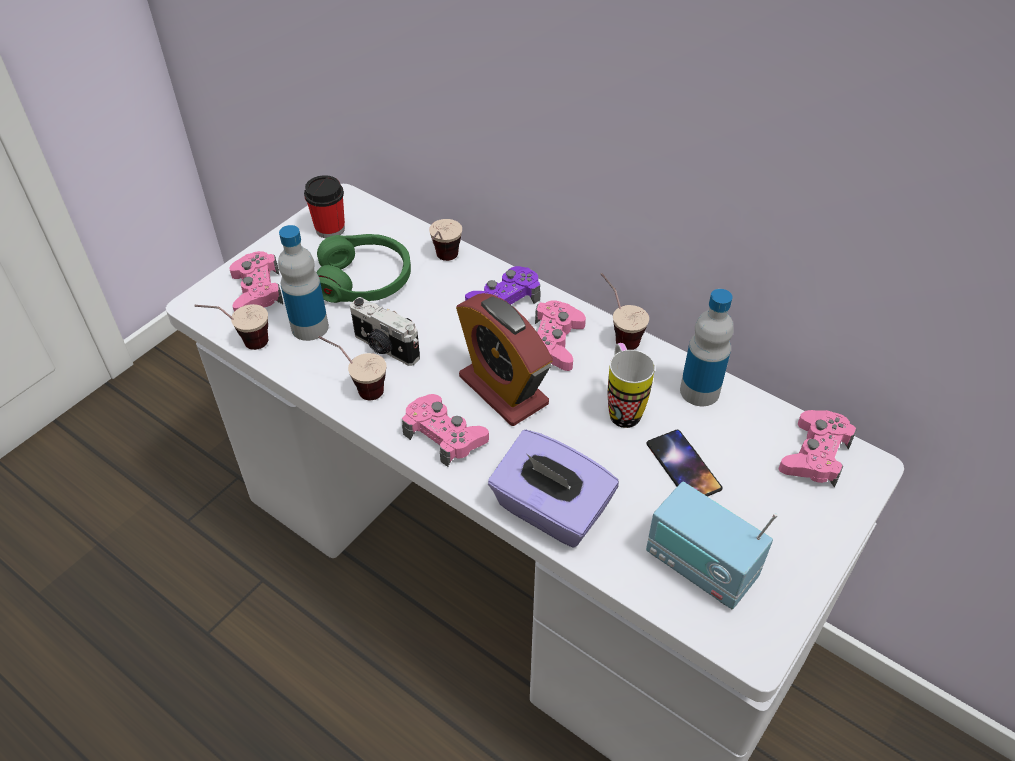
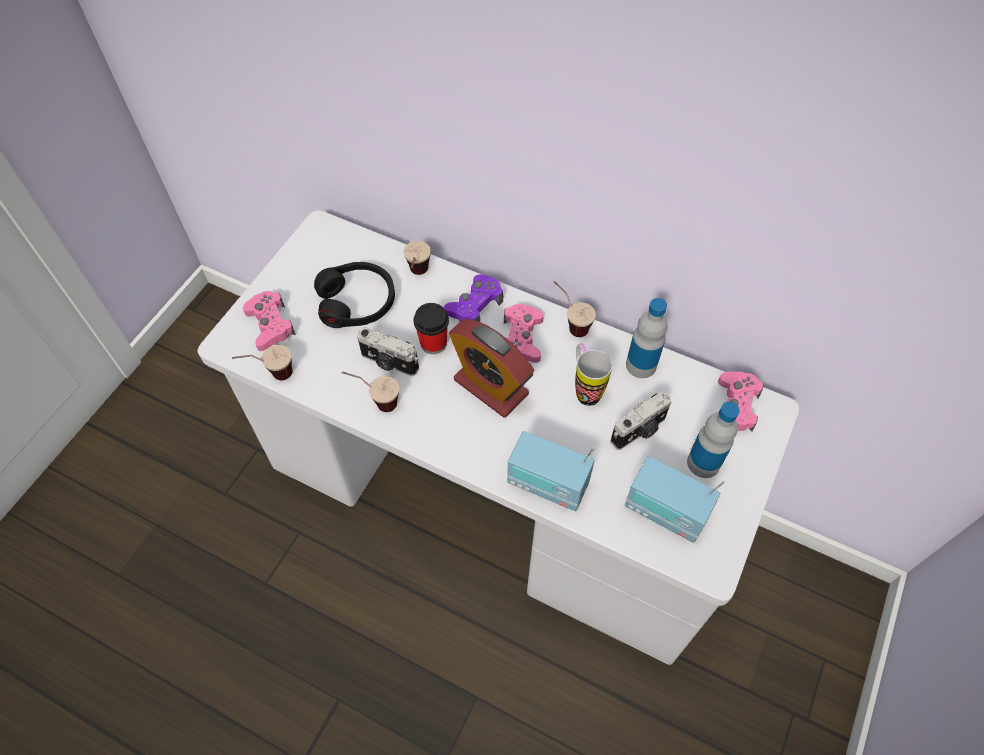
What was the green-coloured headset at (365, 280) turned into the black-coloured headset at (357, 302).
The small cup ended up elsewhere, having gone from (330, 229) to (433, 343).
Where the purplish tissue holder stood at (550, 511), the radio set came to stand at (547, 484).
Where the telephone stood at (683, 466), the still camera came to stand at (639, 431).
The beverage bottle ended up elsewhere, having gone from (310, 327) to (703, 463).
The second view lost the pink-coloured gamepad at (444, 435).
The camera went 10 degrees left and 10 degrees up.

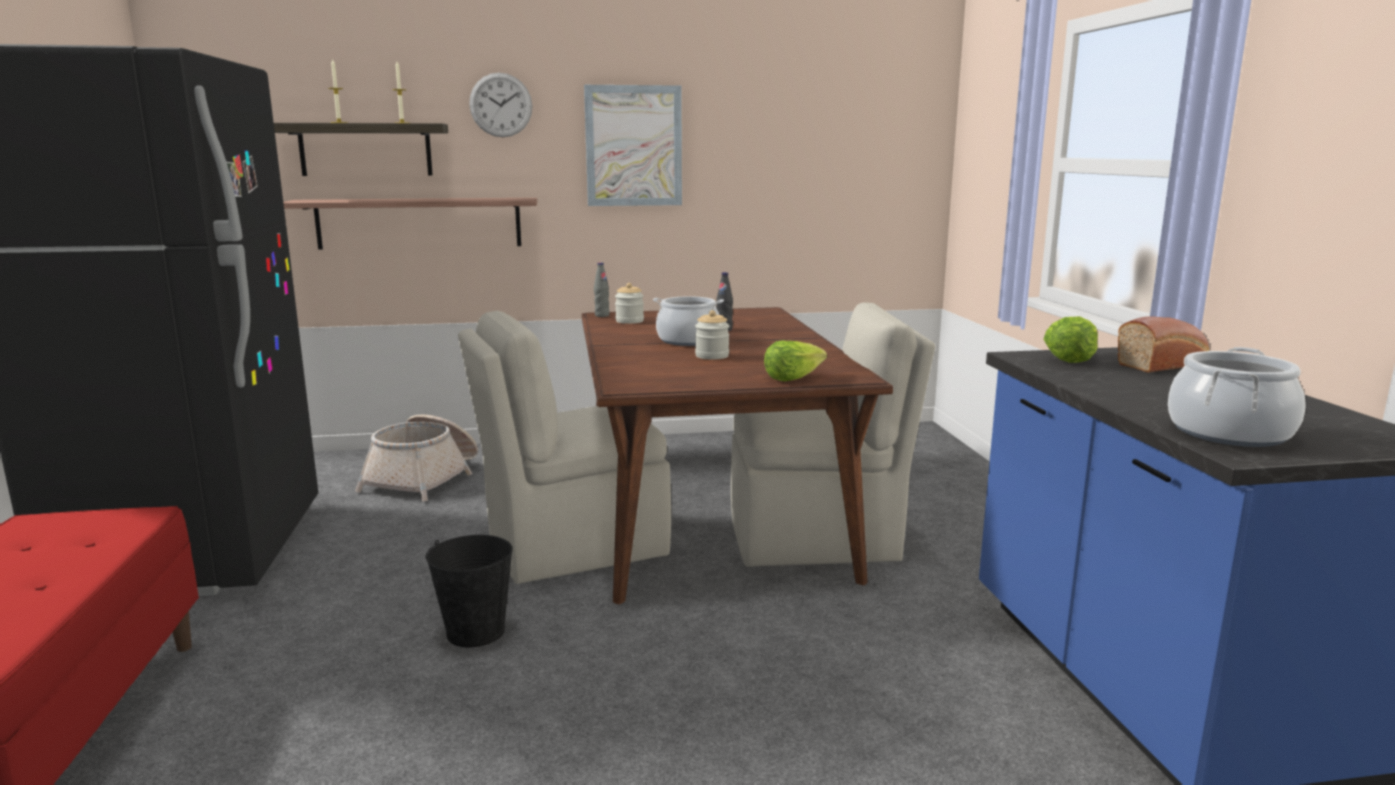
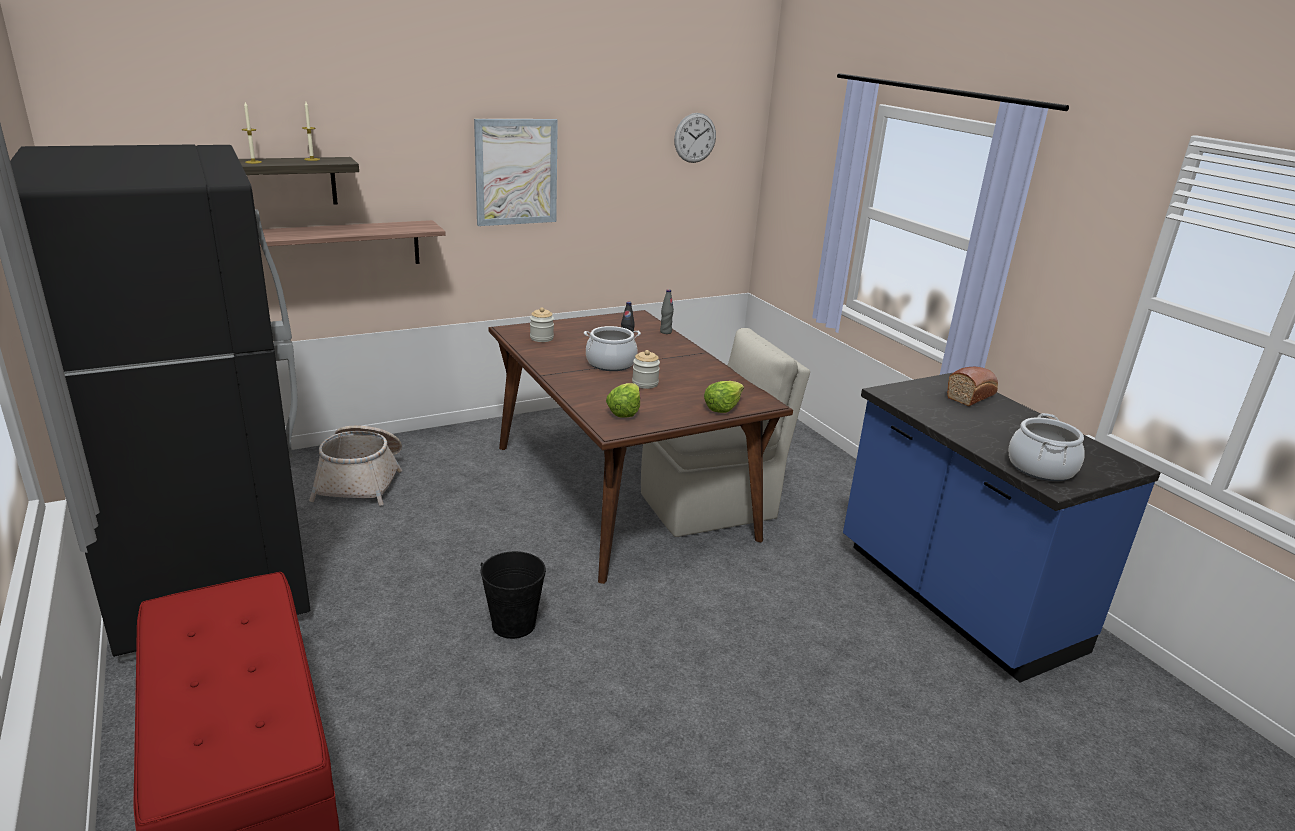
The head of lettuce ended up elsewhere, having gone from (1071, 358) to (624, 411).
The gray beverage bottle ended up elsewhere, having gone from (602, 315) to (665, 332).
The wall clock ended up elsewhere, having gone from (501, 105) to (695, 138).
The second view lost the beige upright chair at (572, 547).
The camera went 20 degrees left and 10 degrees up.

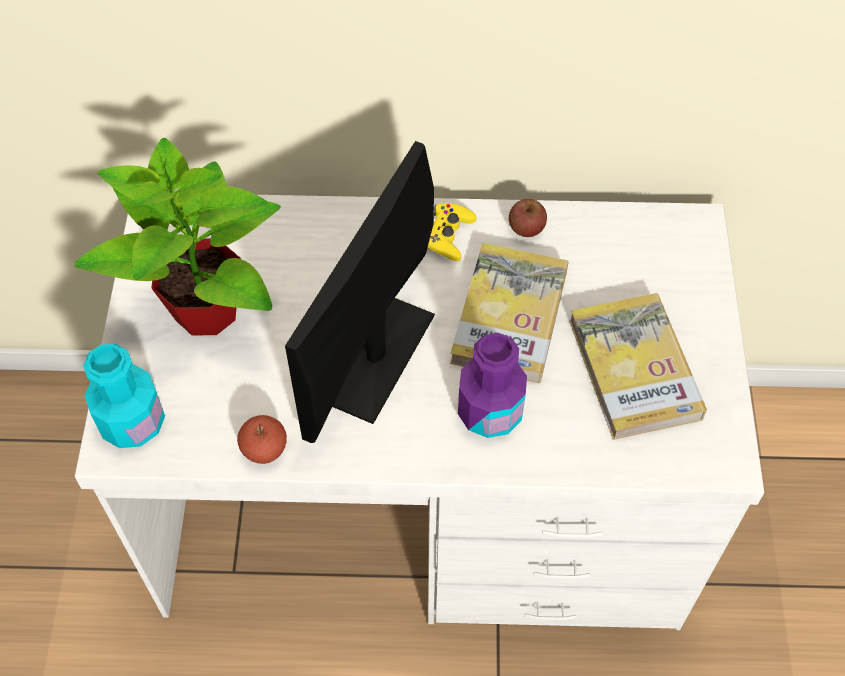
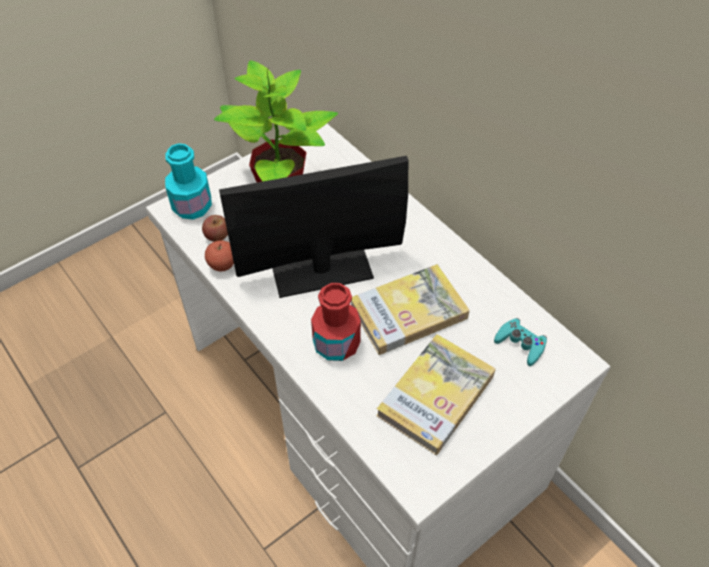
The whole apple ended up elsewhere, having gone from (526, 228) to (217, 236).
What was the purplish beverage bottle at (490, 412) turned into the reddish beverage bottle at (336, 344).
The second view gained the blue-green gamepad at (520, 344).
The second view lost the yellow-coloured gamepad at (448, 235).
The camera went 50 degrees right and 5 degrees down.

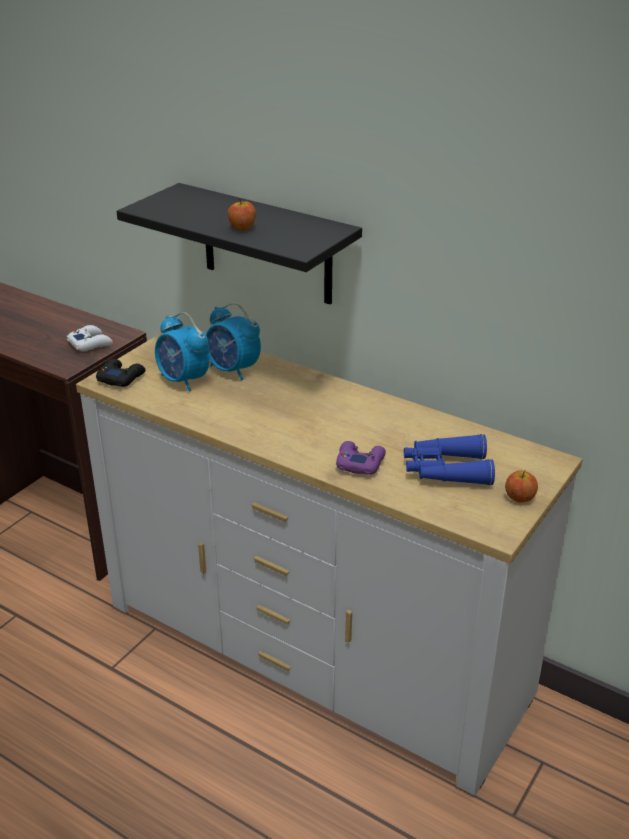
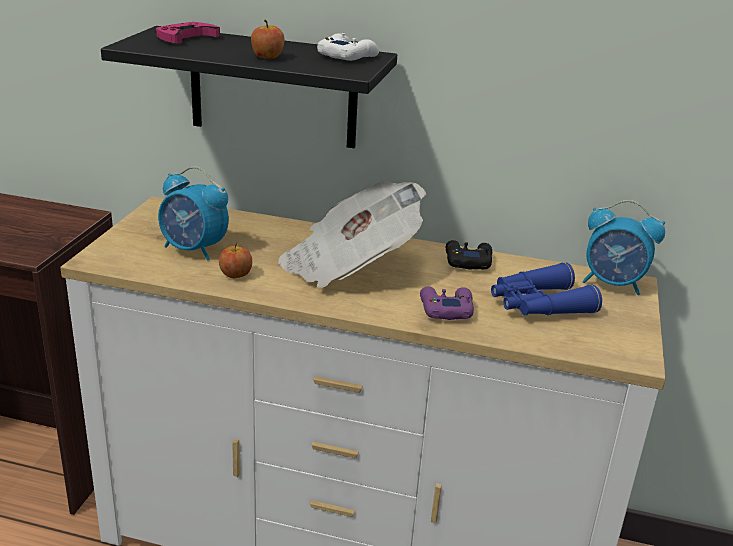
The second view gained the pink-coloured gamepad at (186, 38).
The whole apple ended up elsewhere, having gone from (519, 498) to (235, 275).
The second view gained the newspaper at (349, 265).
The white-coloured gamepad ended up elsewhere, having gone from (90, 343) to (347, 56).
The black-coloured gamepad ended up elsewhere, having gone from (120, 378) to (467, 261).
The bedside clock ended up elsewhere, having gone from (233, 370) to (613, 284).
The camera went 20 degrees left and 5 degrees down.

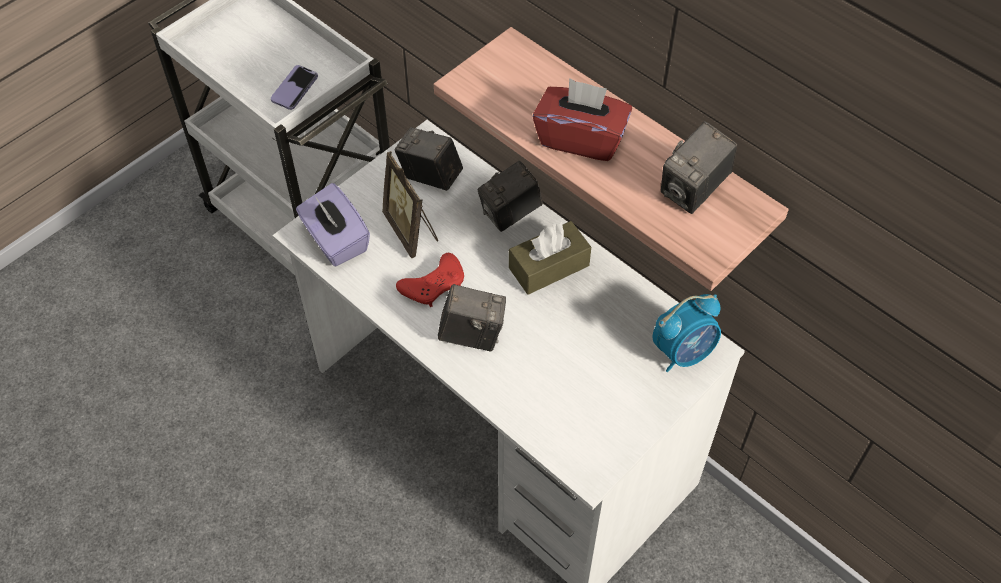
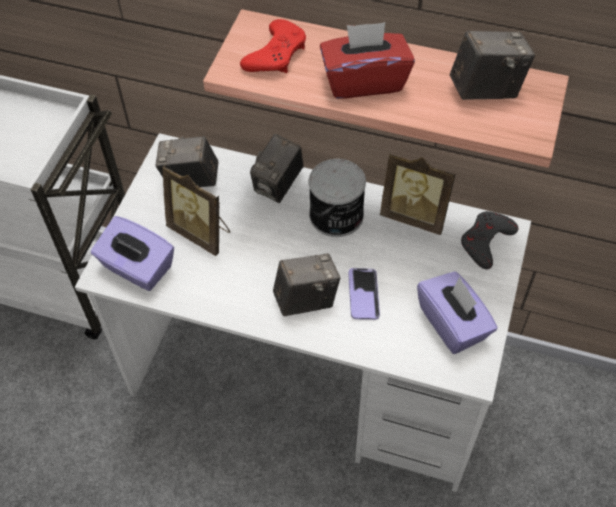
The reddish gamepad ended up elsewhere, having gone from (434, 285) to (276, 54).
Where the brown-coloured tissue holder stood at (549, 266), the can came to stand at (336, 216).
The telephone ended up elsewhere, having gone from (294, 88) to (363, 294).
The second view gained the picture frame at (415, 215).
The second view gained the purplish tissue holder at (453, 324).
The still camera at (693, 191) ended up facing another way, 120 degrees counterclockwise from before.
Where the bedside clock stood at (683, 352), the gray gamepad came to stand at (486, 242).
The camera went 25 degrees left and 0 degrees up.

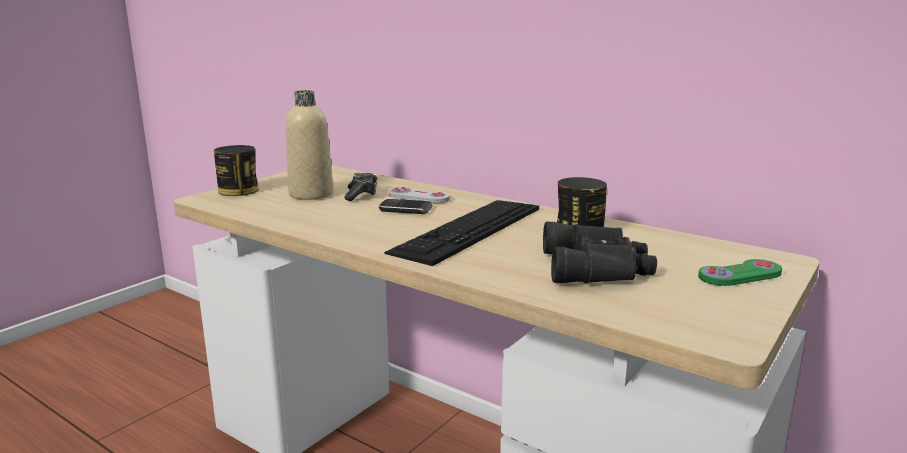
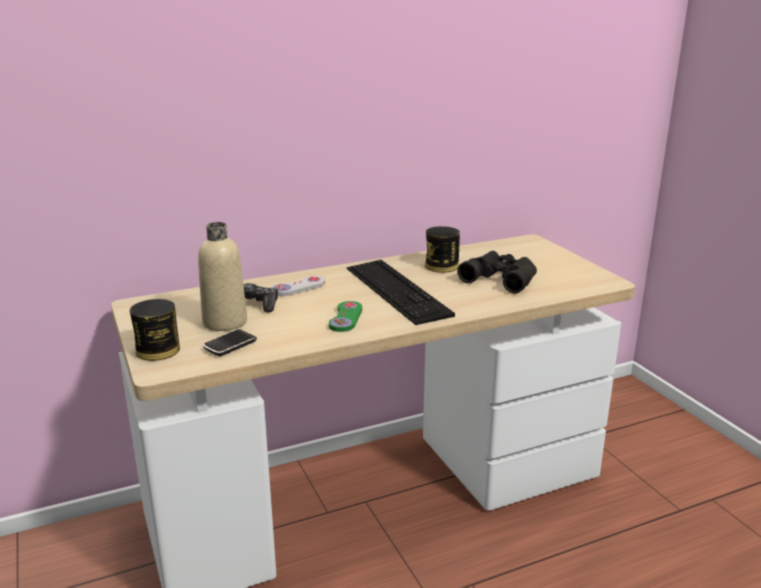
The telephone ended up elsewhere, having gone from (405, 209) to (230, 345).
The green-coloured gamepad ended up elsewhere, having gone from (740, 275) to (346, 318).
The camera went 60 degrees left and 5 degrees up.

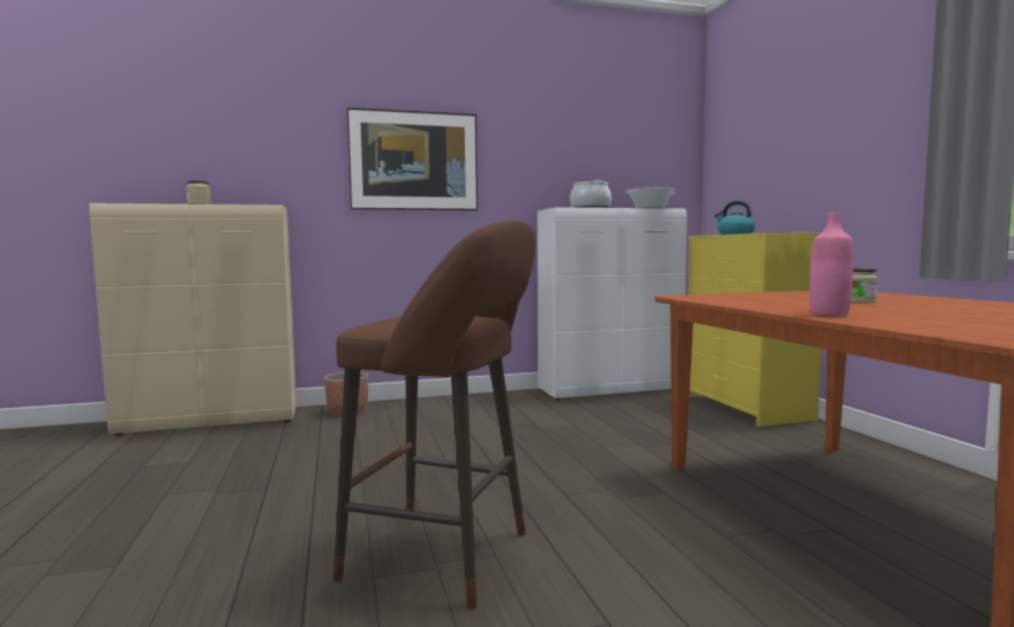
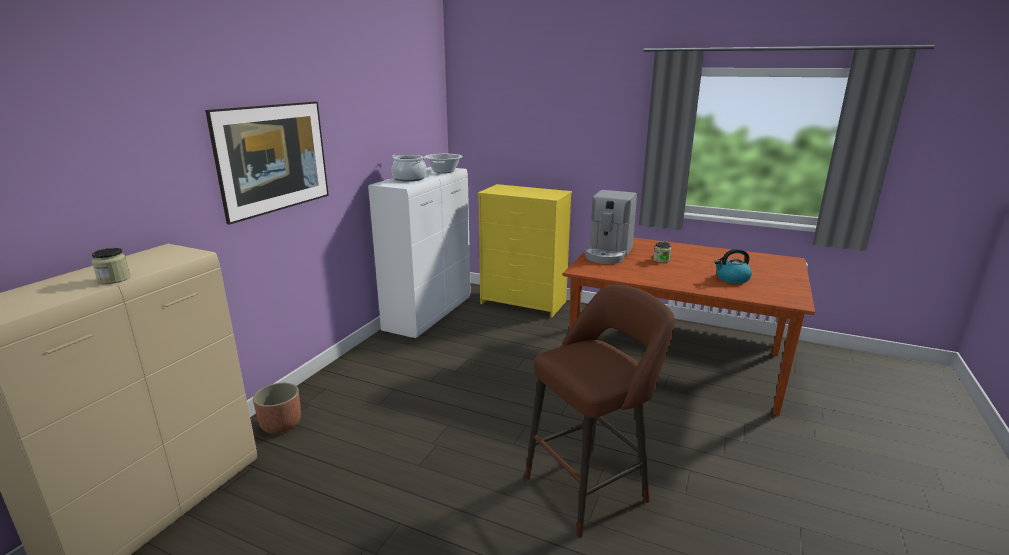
The second view gained the coffee brewer at (608, 253).
The tea kettle ended up elsewhere, having gone from (735, 234) to (732, 279).
The second view lost the pink-coloured beverage bottle at (829, 314).
The camera went 50 degrees left and 15 degrees up.

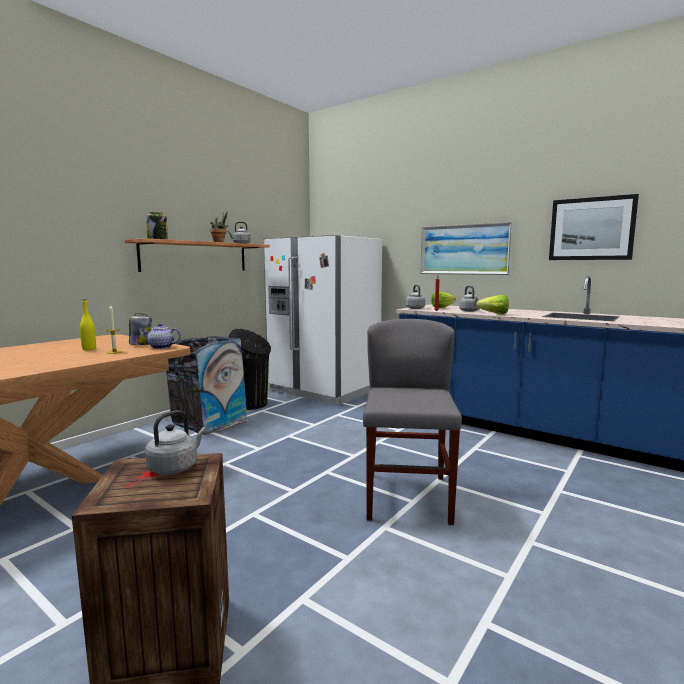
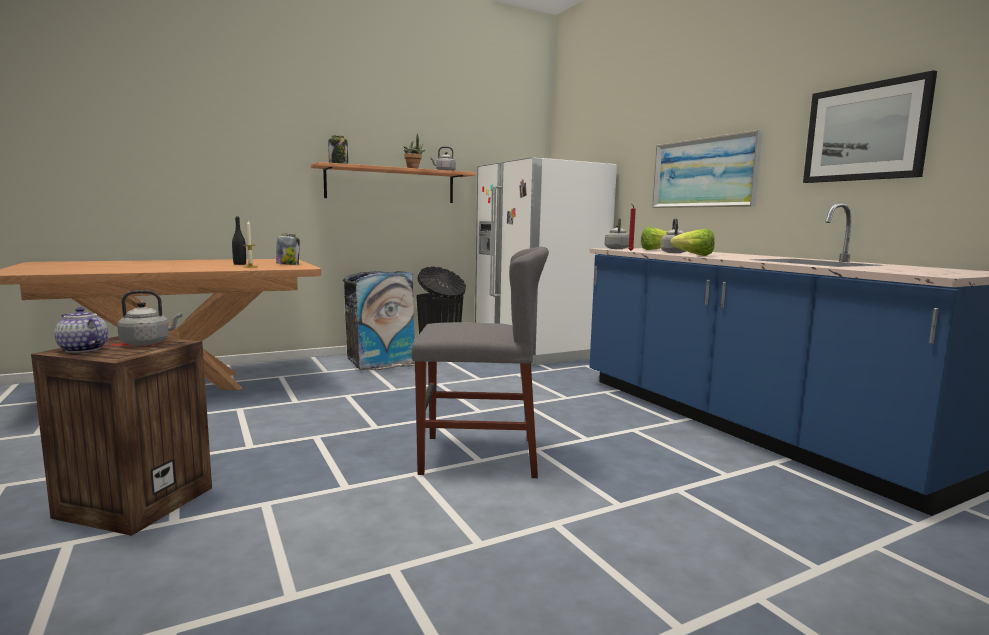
The tea pot ended up elsewhere, having gone from (161, 347) to (82, 349).
What was the yellow-coloured beverage bottle at (89, 349) turned into the black-coloured beverage bottle at (239, 264).
The gray upright chair at (407, 497) ended up facing another way, 60 degrees clockwise from before.
The camera went 25 degrees right and 0 degrees up.

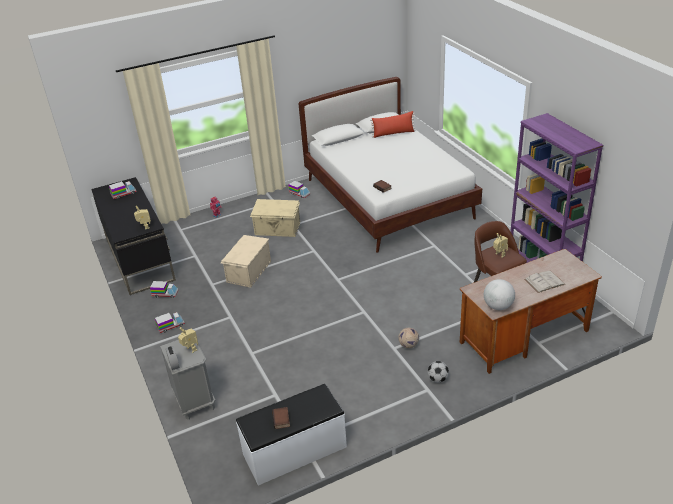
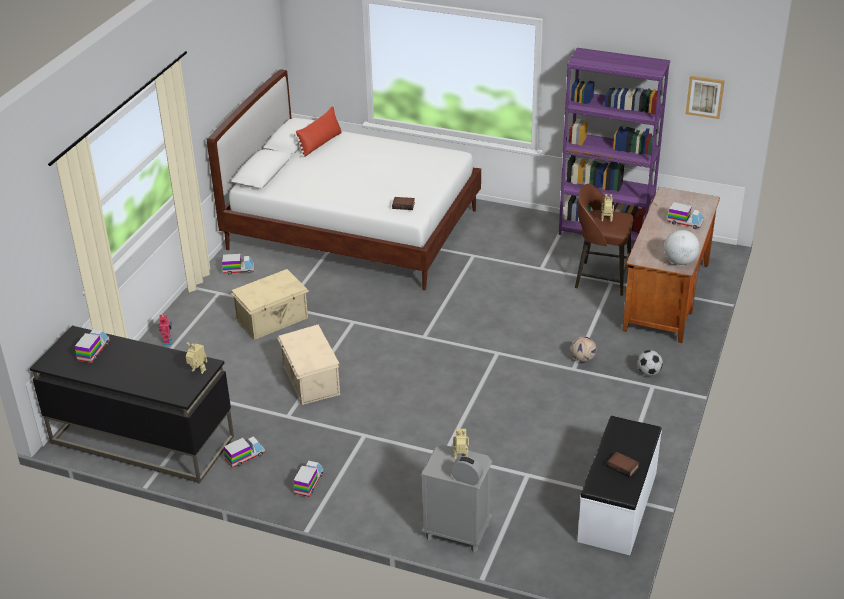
Where the white-coloured bound book stood at (544, 282), the toy truck came to stand at (684, 222).
The second view gained the picture at (705, 96).
The camera went 45 degrees left and 0 degrees up.

